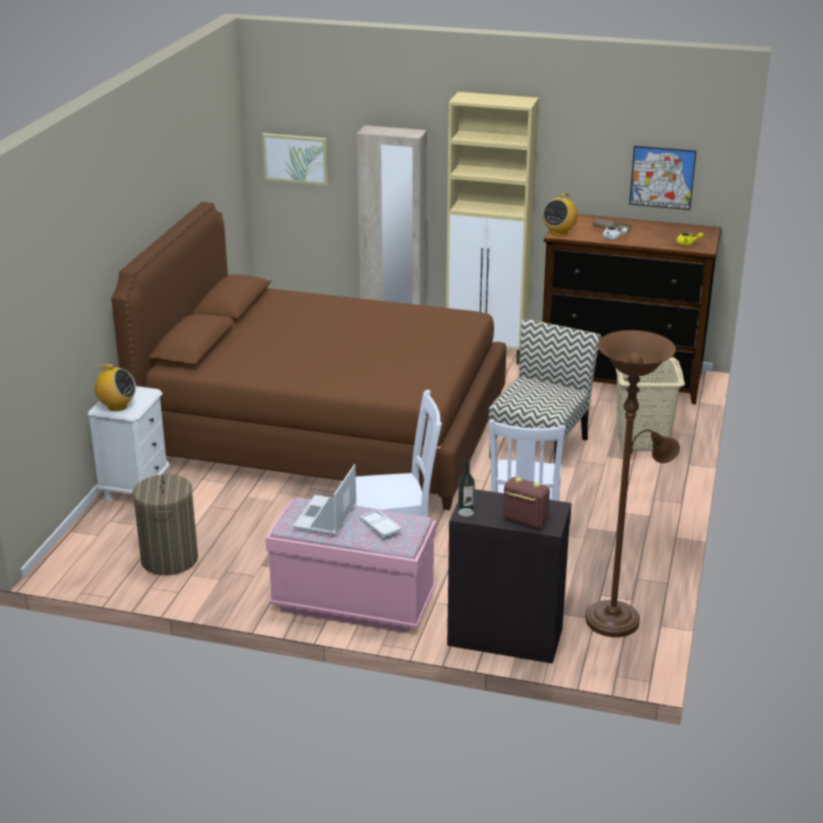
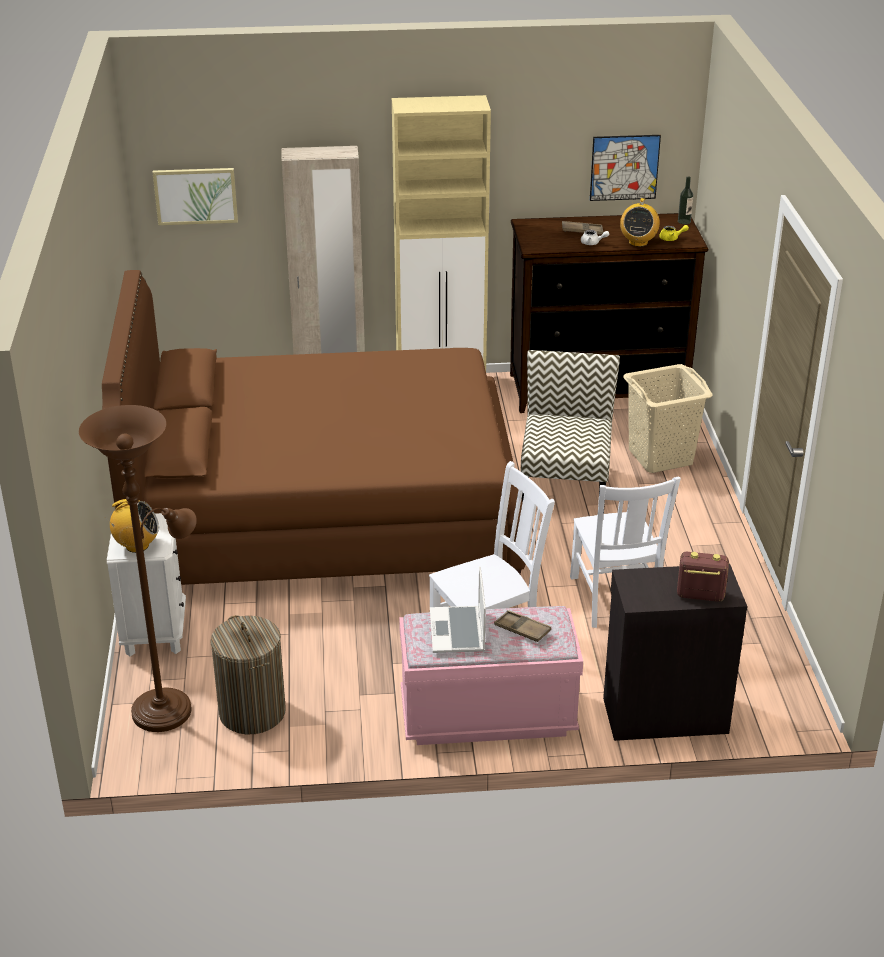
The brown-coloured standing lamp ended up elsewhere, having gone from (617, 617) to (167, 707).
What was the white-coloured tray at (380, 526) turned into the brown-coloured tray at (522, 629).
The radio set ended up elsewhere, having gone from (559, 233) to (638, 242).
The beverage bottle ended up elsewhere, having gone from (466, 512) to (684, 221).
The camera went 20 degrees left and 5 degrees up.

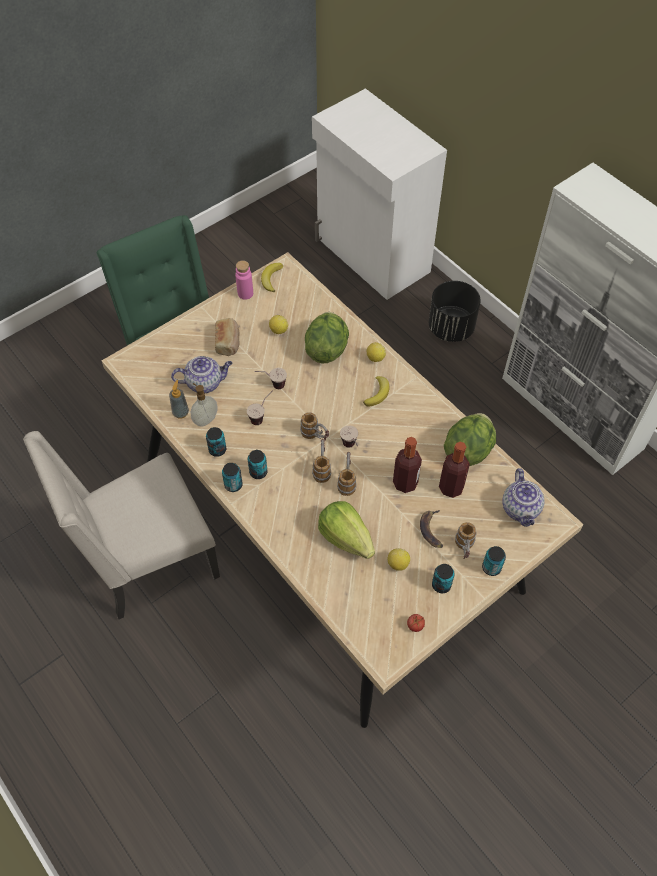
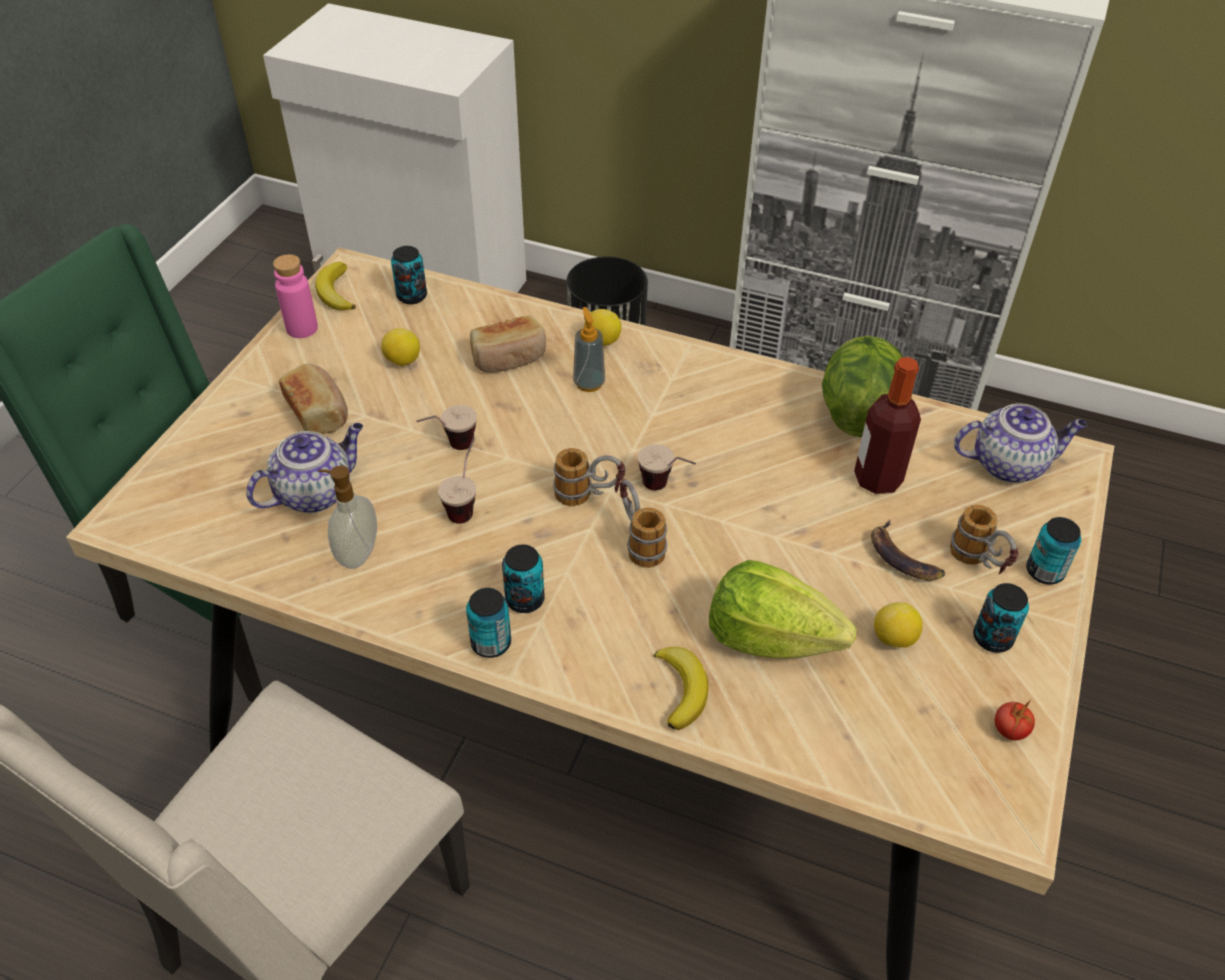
The can ended up elsewhere, having gone from (217, 450) to (412, 296).
Where the head of lettuce stood at (326, 349), the bakery bread came to stand at (509, 358).
The soap dispenser ended up elsewhere, having gone from (180, 412) to (589, 383).
The banana fruit ended up elsewhere, having gone from (377, 393) to (681, 689).
The tea pot at (521, 509) ended up facing another way, 60 degrees counterclockwise from before.
The second view lost the mug at (347, 480).
The second view lost the beverage bottle at (405, 483).
The camera went 30 degrees left and 10 degrees down.

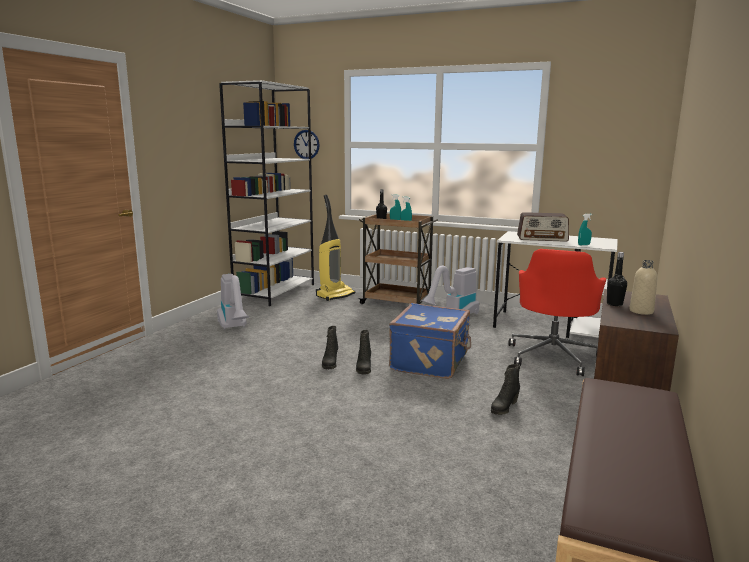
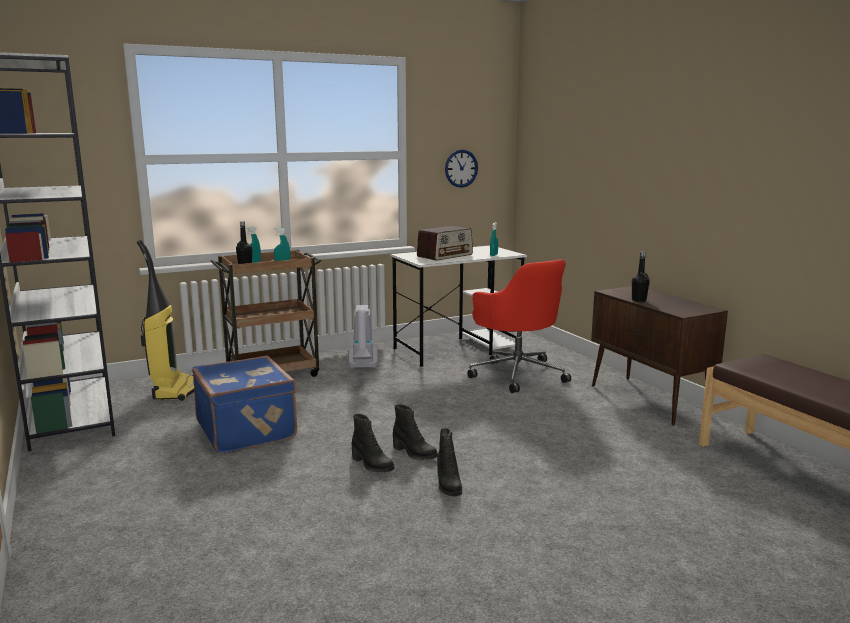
The bluish travel case ended up elsewhere, having gone from (431, 362) to (248, 430).
The black-coloured boot ended up elsewhere, having gone from (504, 407) to (448, 485).
The wall clock ended up elsewhere, having gone from (306, 144) to (461, 168).
The second view lost the vacuum at (234, 328).
The second view lost the beige beverage bottle at (641, 311).
The camera went 50 degrees left and 0 degrees up.

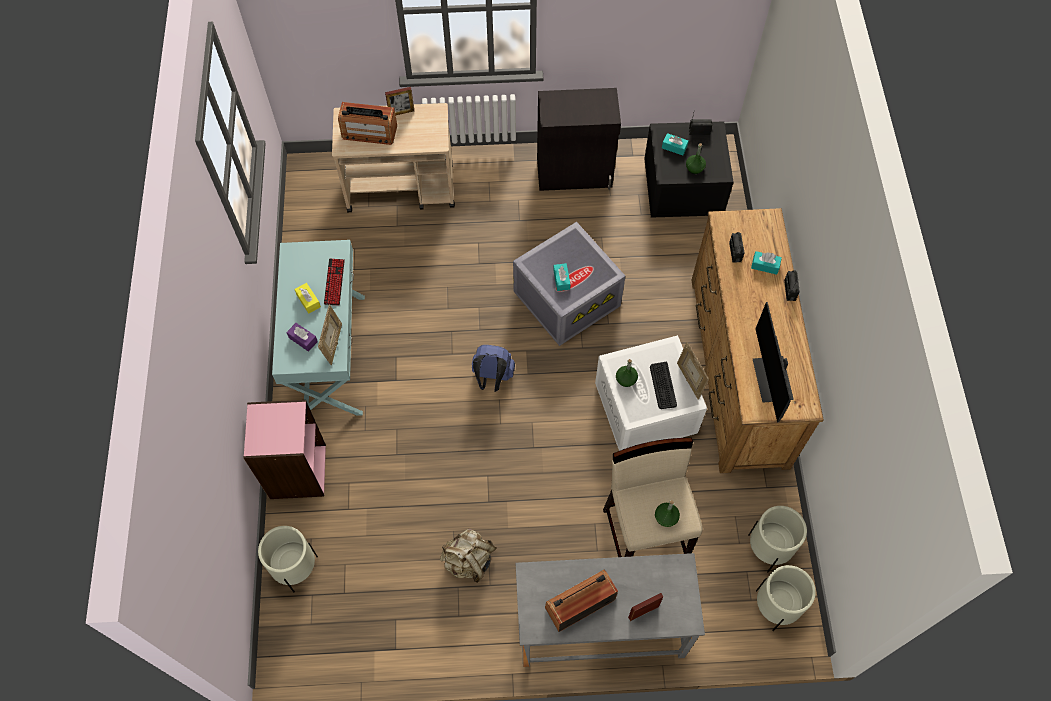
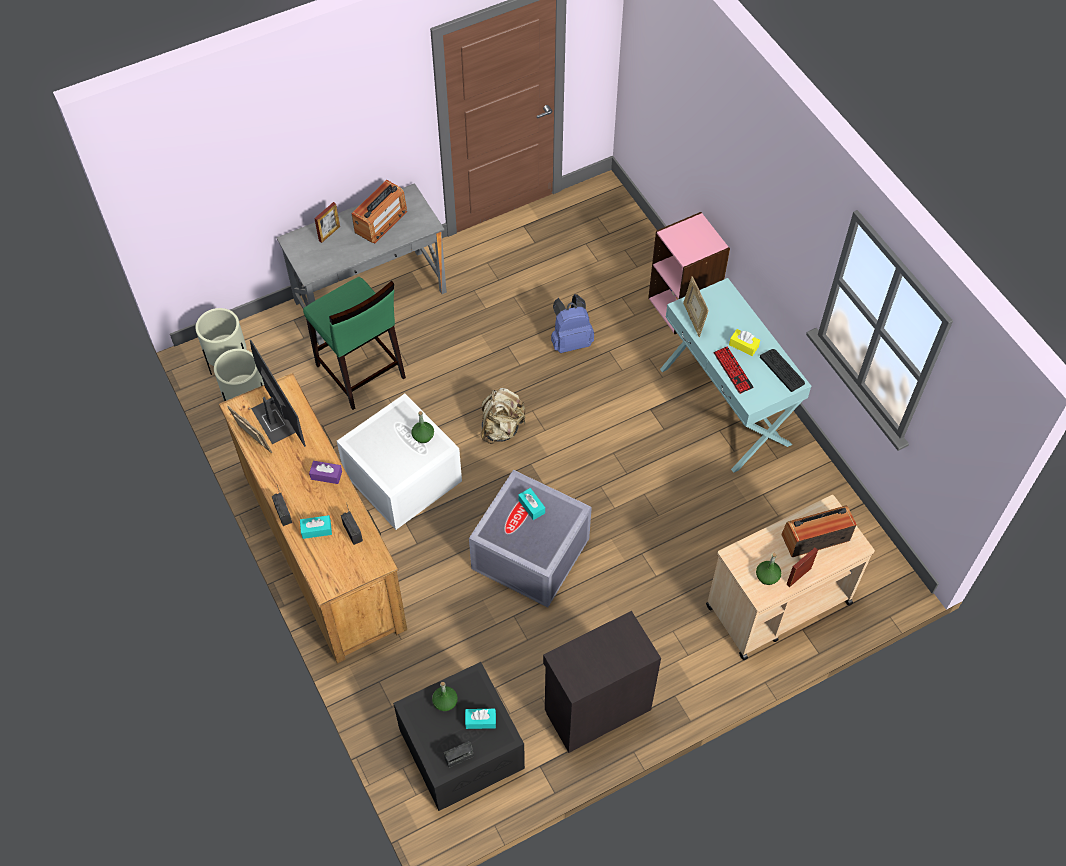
The picture frame ended up elsewhere, having gone from (689, 380) to (253, 441).
What was the beige stool seat at (644, 535) turned into the green-coloured stool seat at (360, 372).
The purplish tissue holder ended up elsewhere, having gone from (303, 339) to (326, 475).
The beige backpack ended up elsewhere, having gone from (469, 561) to (501, 428).
The bluish backpack ended up elsewhere, having gone from (492, 378) to (570, 341).
The green-coloured beverage bottle ended up elsewhere, having gone from (666, 517) to (767, 576).
The computer keyboard ended up elsewhere, having gone from (662, 385) to (782, 370).
The second view lost the beige flower pot at (295, 568).
The camera went 155 degrees right and 5 degrees down.

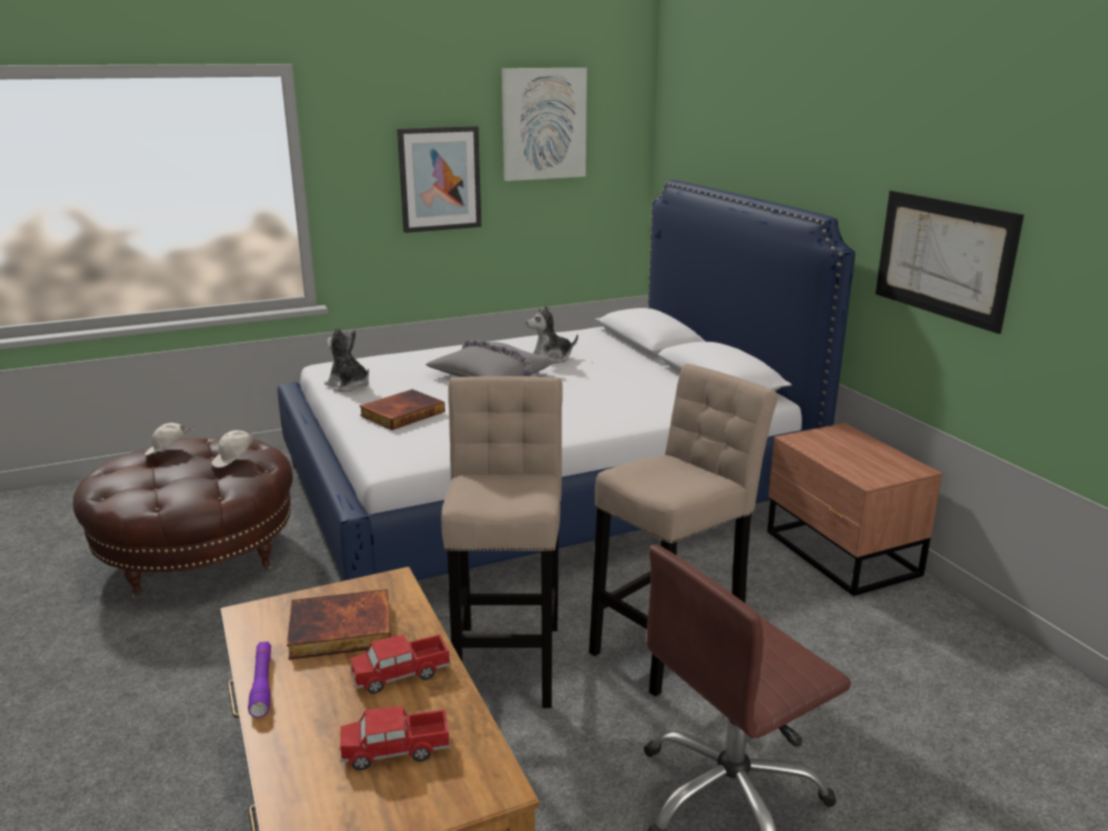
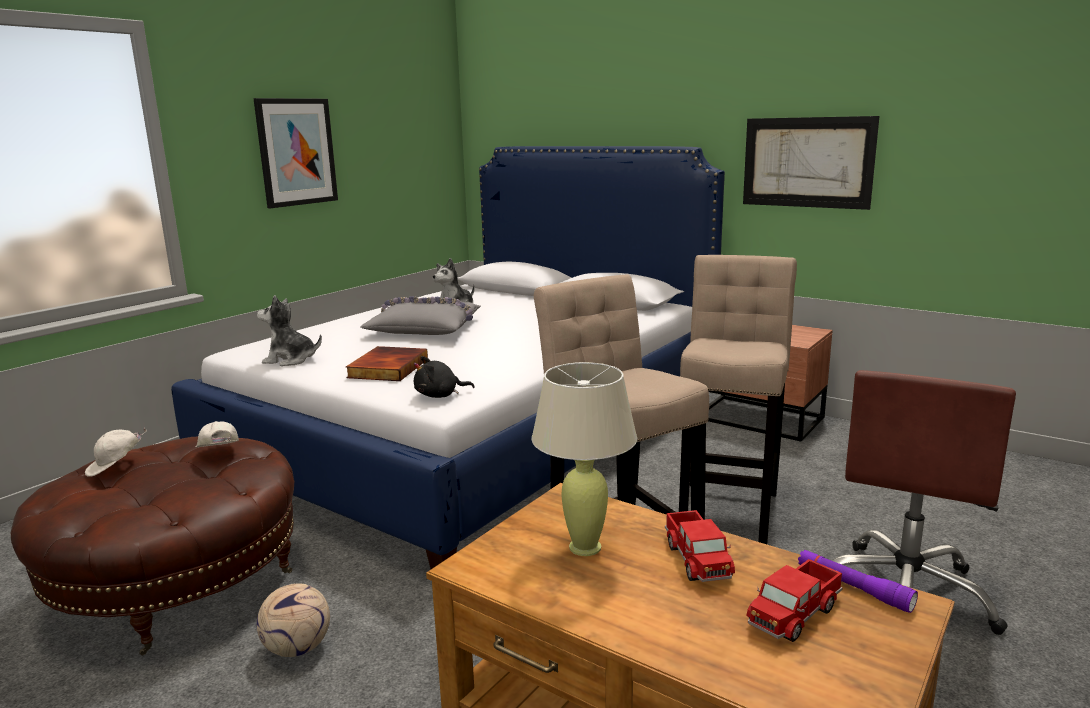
The white-coloured peaked cap at (235, 460) ended up facing another way, 135 degrees clockwise from before.
The second view gained the ball for football at (296, 649).
The second view gained the black-coloured plush toy at (440, 395).
Where the bound book stood at (340, 631), the beige table lamp came to stand at (585, 547).
The toy truck at (401, 674) ended up facing another way, 45 degrees counterclockwise from before.
The purplish flashlight ended up elsewhere, having gone from (262, 684) to (853, 588).
The second view lost the picture at (543, 124).
The camera went 30 degrees left and 5 degrees down.

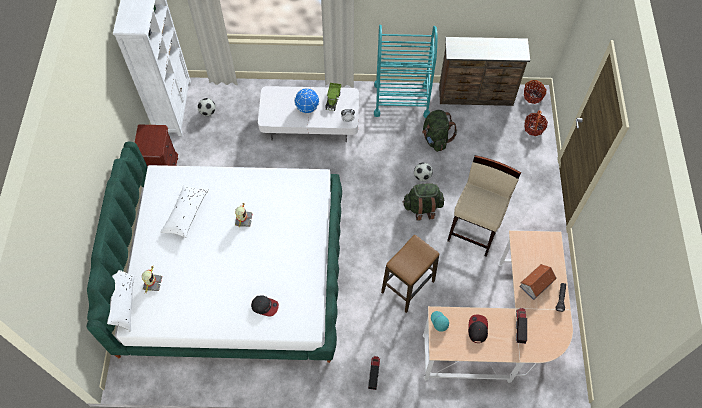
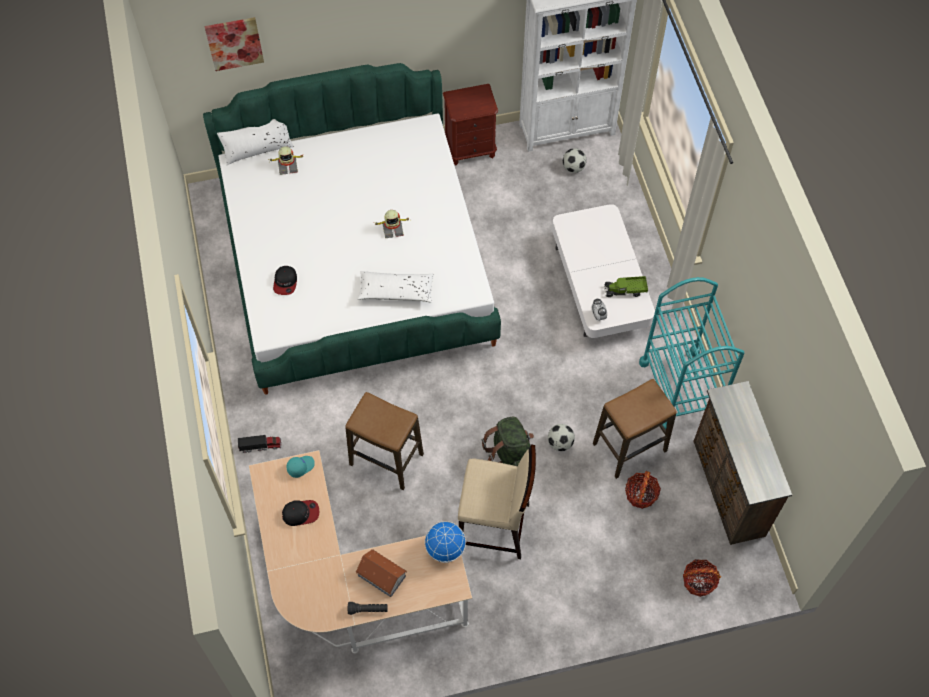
The second view gained the picture at (234, 43).
The white-coloured cushion ended up elsewhere, having gone from (186, 214) to (396, 291).
The globe ended up elsewhere, having gone from (307, 108) to (445, 549).
Where the green-coloured backpack stood at (435, 139), the stool seat came to stand at (629, 448).
The storage basket ended up elsewhere, having gone from (533, 96) to (641, 494).
The second view lost the toy truck at (520, 326).
The camera went 75 degrees right and 0 degrees up.

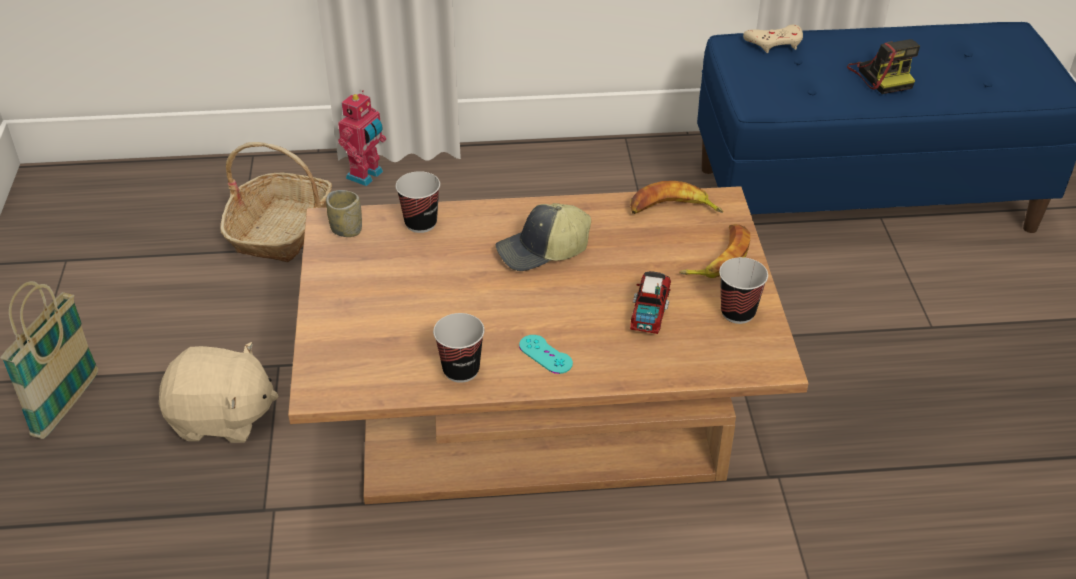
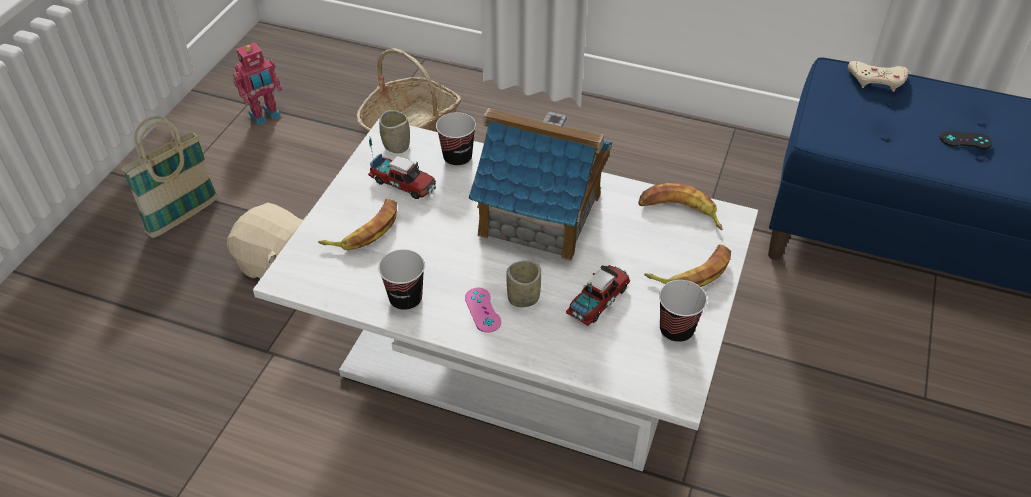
The robot figure ended up elsewhere, having gone from (366, 176) to (265, 116).
What was the brown-coloured coffee table at (537, 418) turned into the white-coloured coffee table at (515, 354).
The second view gained the banana fruit at (365, 230).
The second view gained the toy truck at (403, 184).
What was the blue-green gamepad at (545, 354) turned into the pink-coloured gamepad at (483, 310).
Where the peaked cap stood at (543, 251), the model house came to stand at (541, 215).
The second view gained the small cup at (523, 298).
Where the still camera stood at (881, 75), the black-coloured gamepad came to stand at (965, 140).
The camera went 25 degrees right and 5 degrees up.

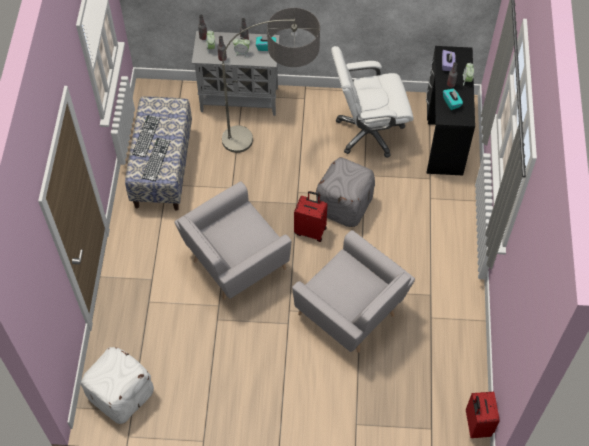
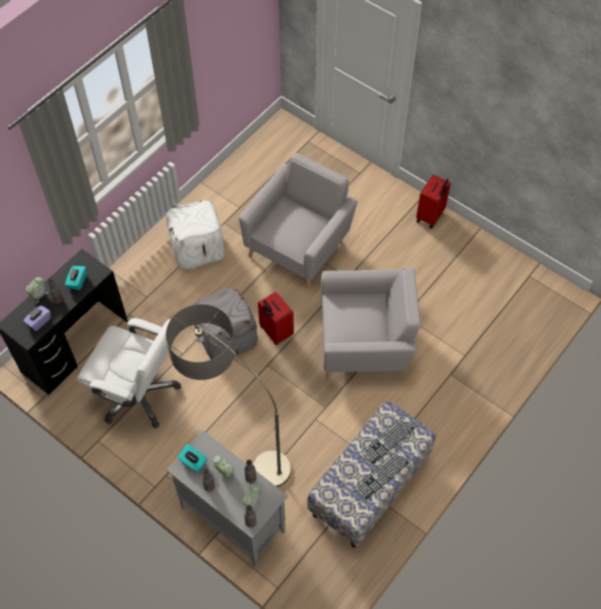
The white-coloured pouffe ended up elsewhere, having gone from (120, 394) to (198, 248).
The gray lounge chair at (351, 313) ended up facing another way, 45 degrees clockwise from before.
The reddish travel case ended up elsewhere, having gone from (476, 424) to (430, 216).
The camera went 145 degrees left and 0 degrees up.

